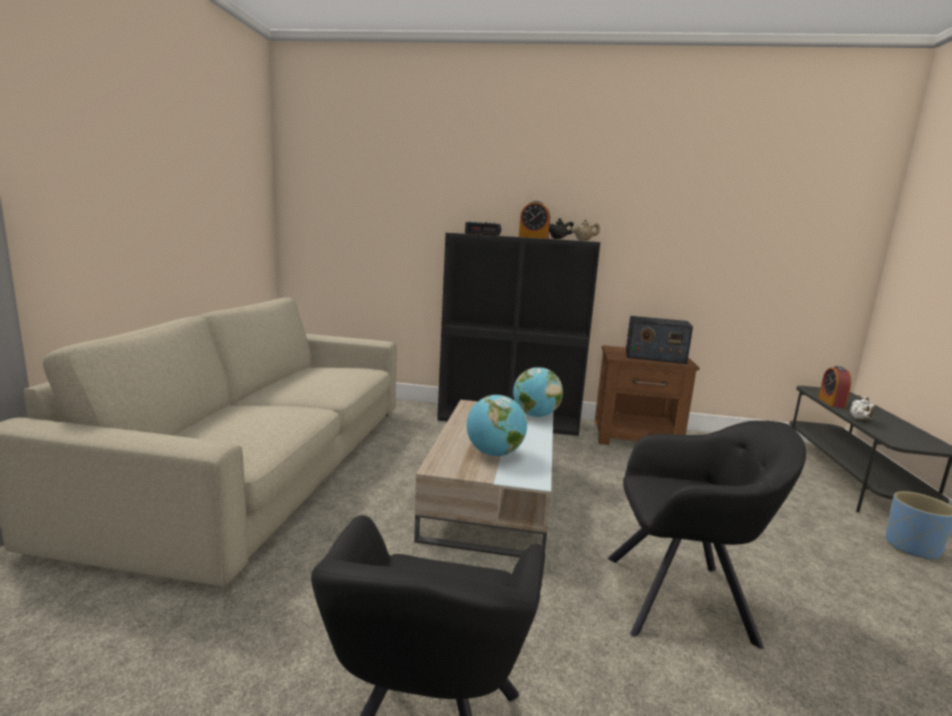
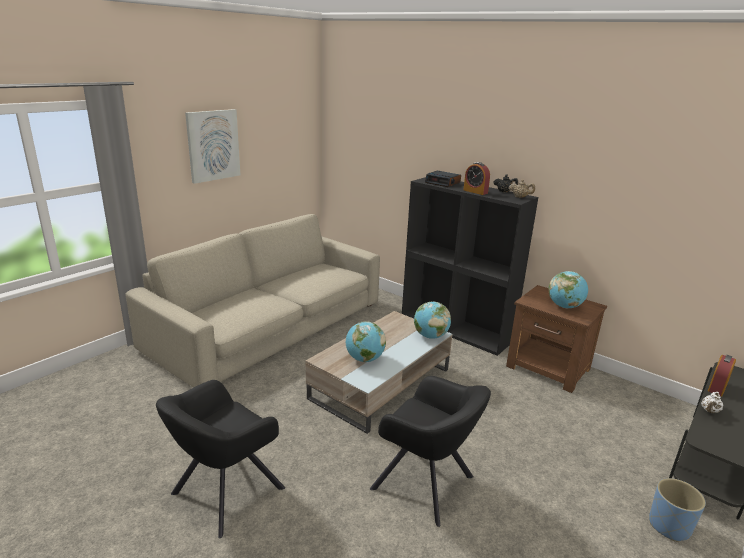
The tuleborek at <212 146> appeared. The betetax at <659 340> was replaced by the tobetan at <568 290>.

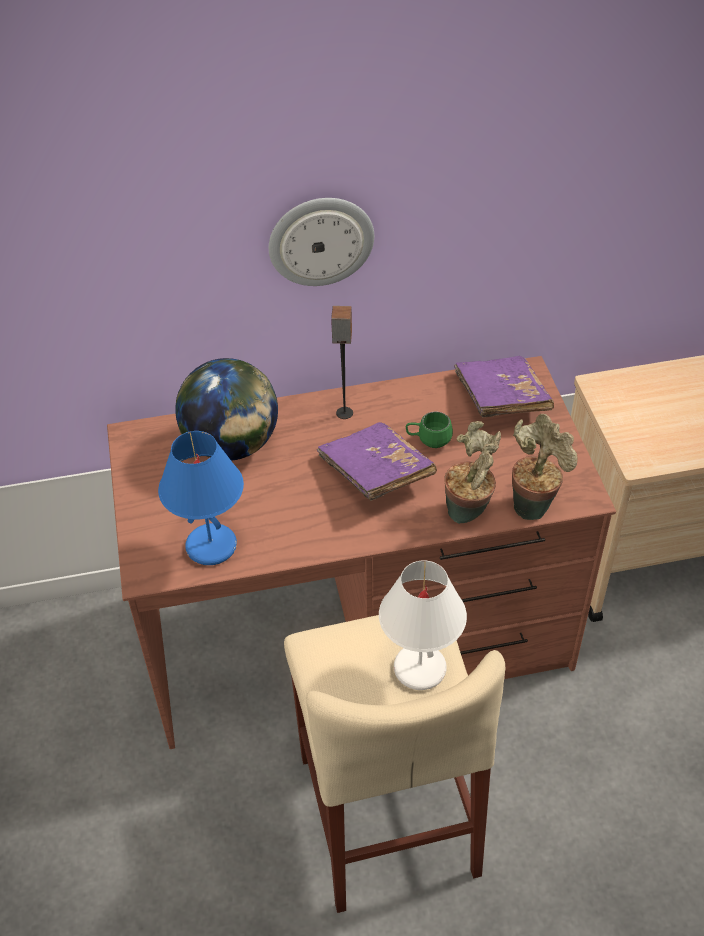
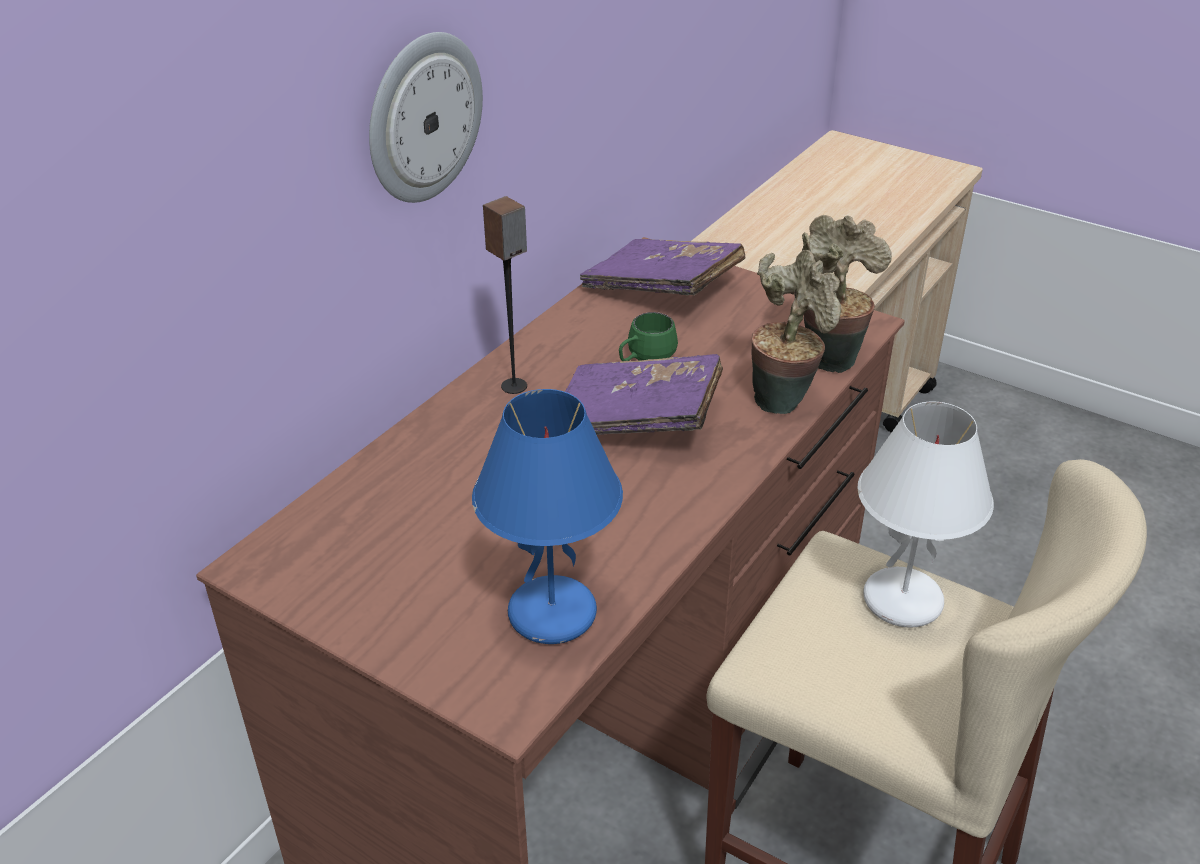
The tobetan at <226 409> disappeared.

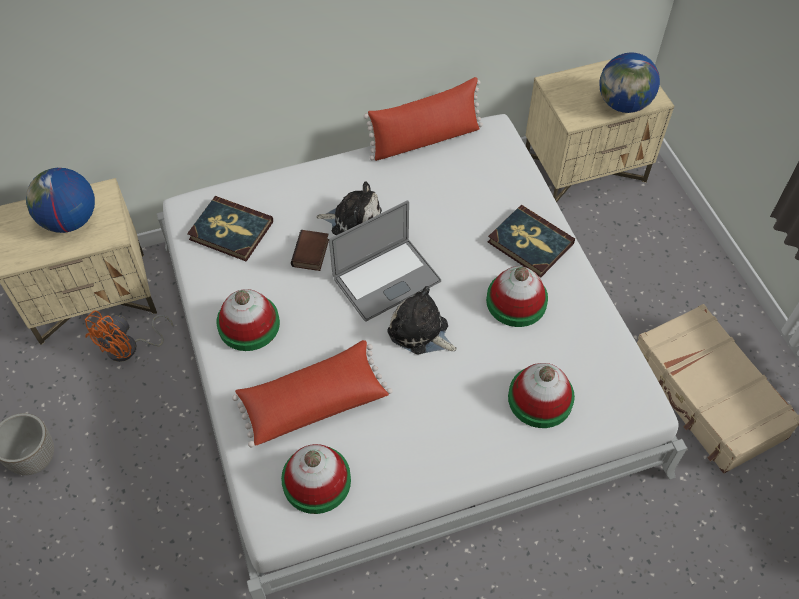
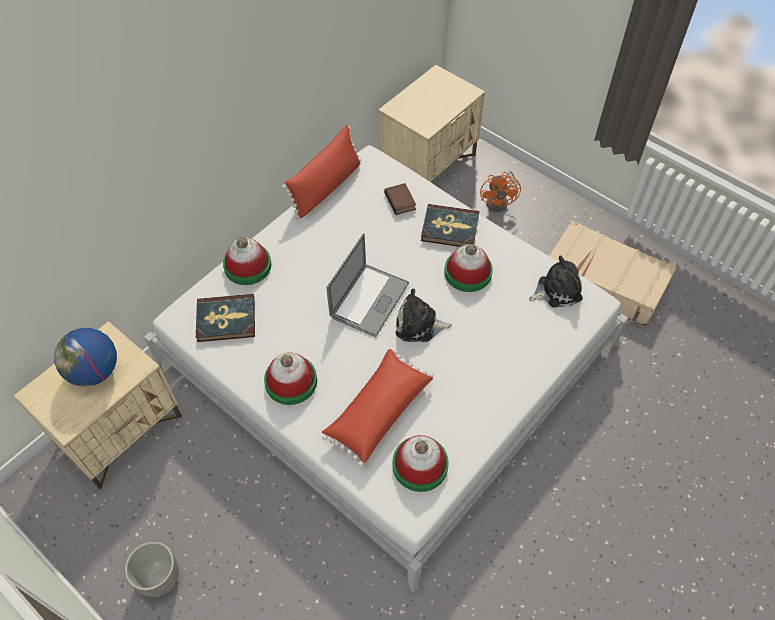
The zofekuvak moved from <541 395> to <247 261>. The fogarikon moved from <310 250> to <400 199>. The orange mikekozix moved from <129 336> to <500 191>. The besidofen moved from <349 208> to <556 281>. The tobetan at <630 82> disappeared.

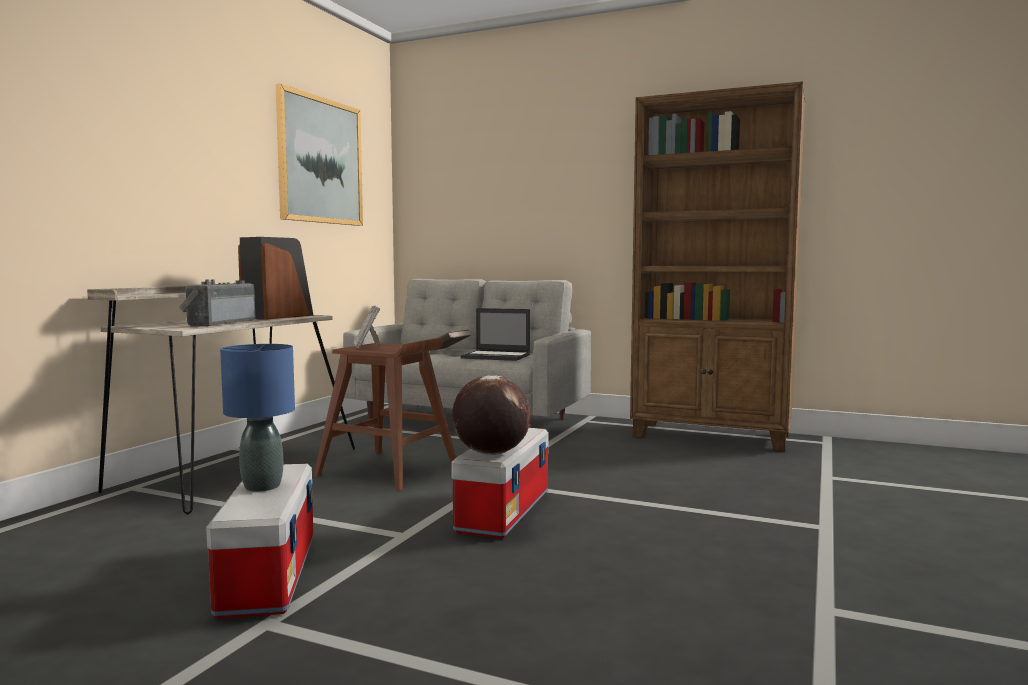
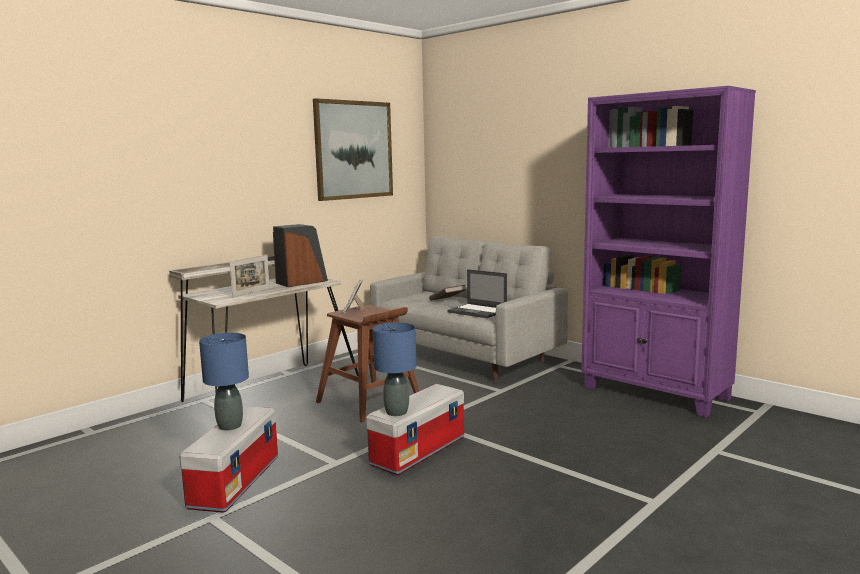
The betetax at <217 302> was replaced by the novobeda at <249 276>. The tobetan at <491 415> was replaced by the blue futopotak at <394 369>. The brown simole at <717 266> became the purple simole at <668 252>.

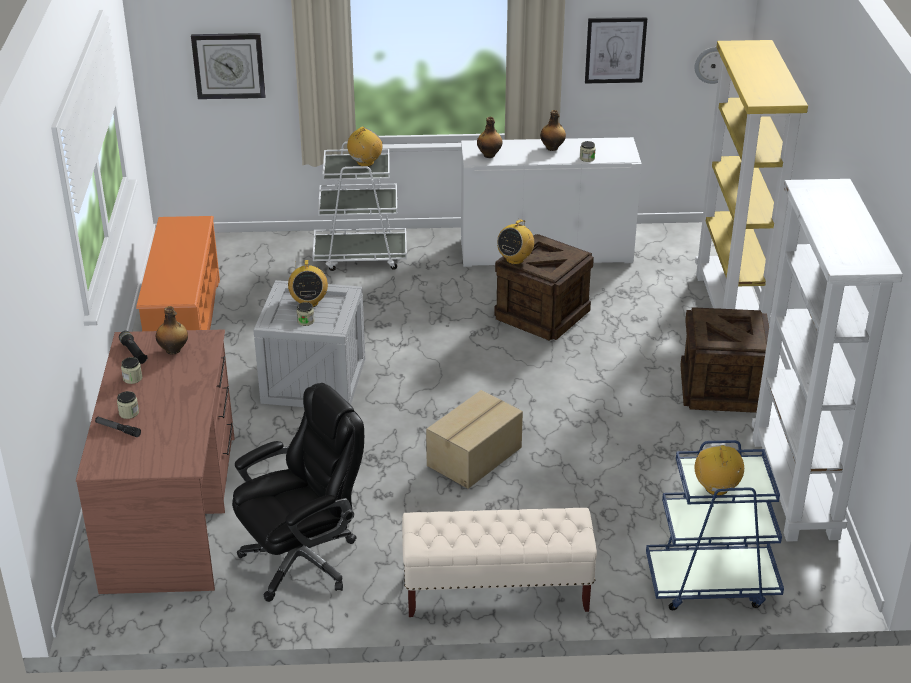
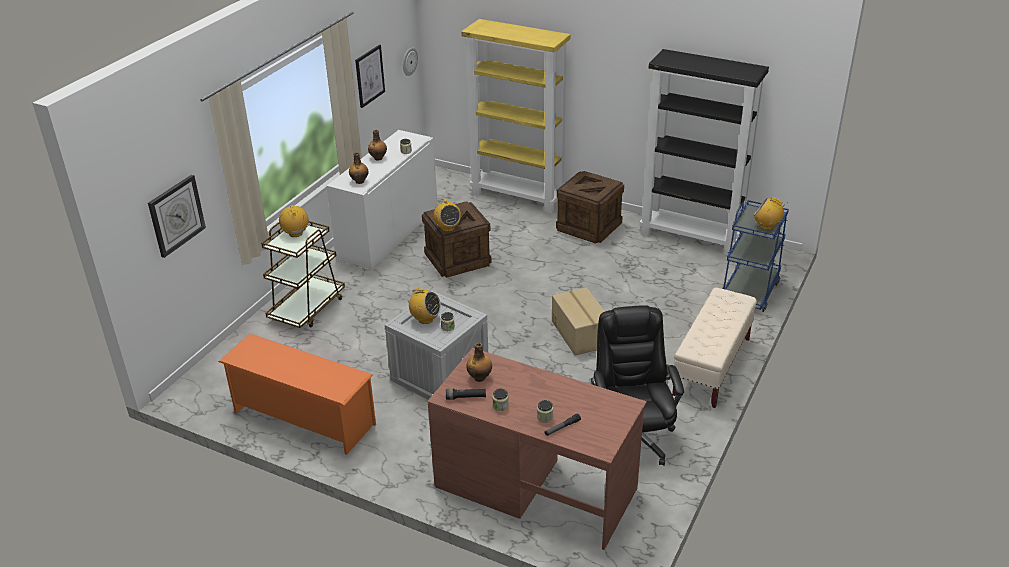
The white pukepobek at <359 206> became the brown pukepobek at <303 274>. The white simole at <827 360> became the black simole at <704 152>.

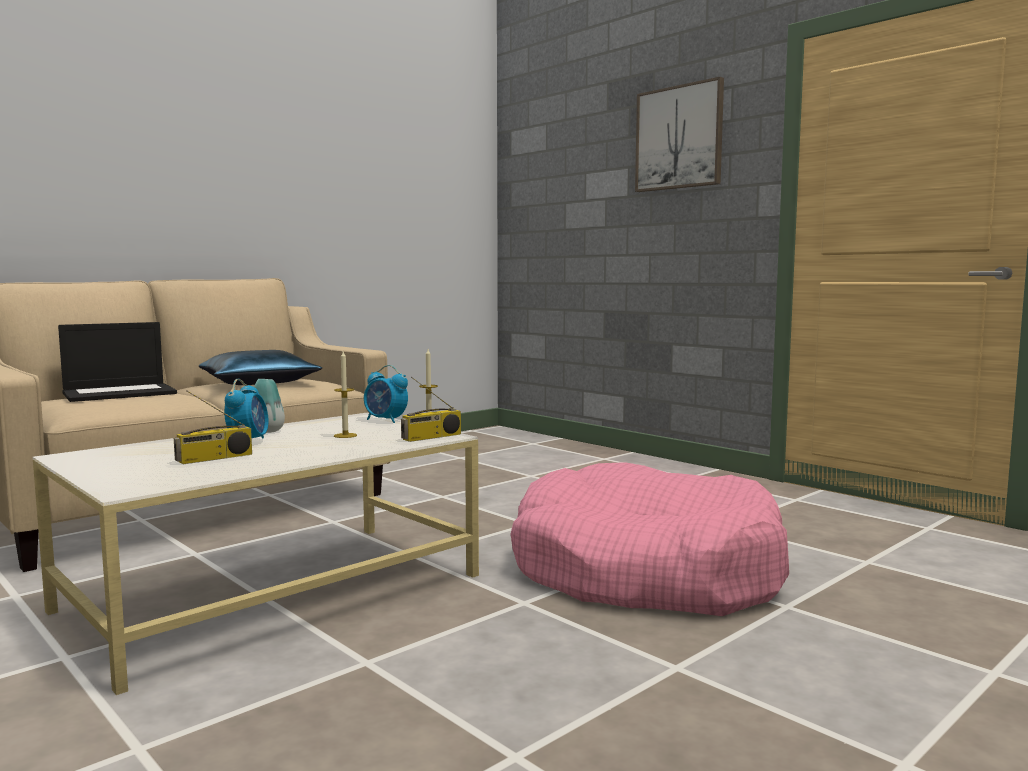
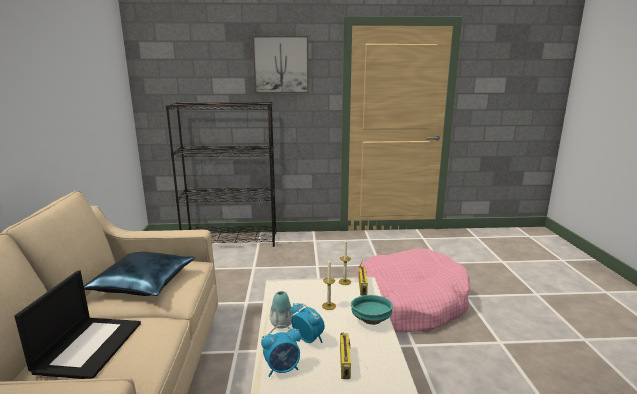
The black simole at <221 174> appeared. The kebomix moved from <386 394> to <281 351>. The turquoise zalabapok at <372 310> appeared.

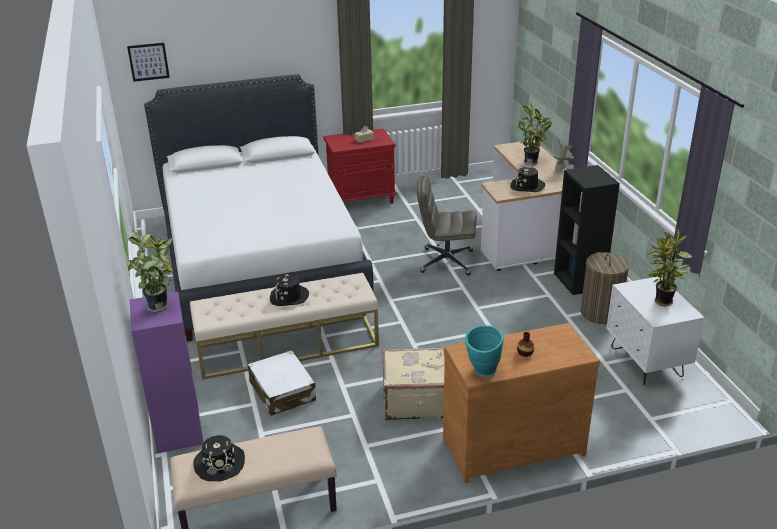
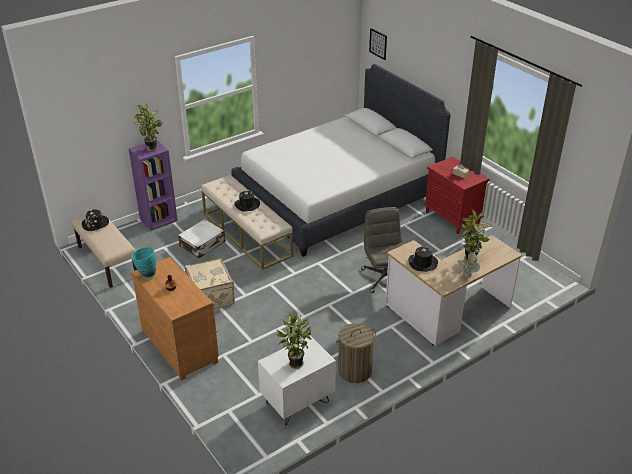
The black simole at <587 230> disappeared.

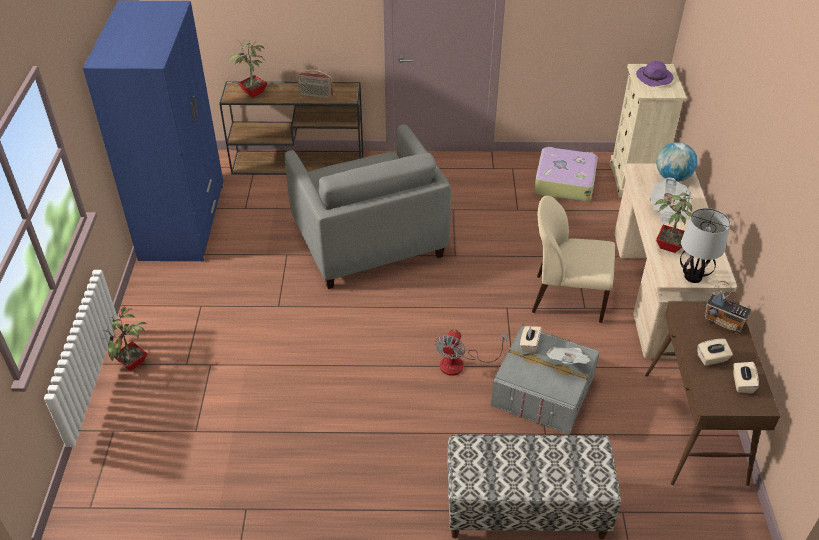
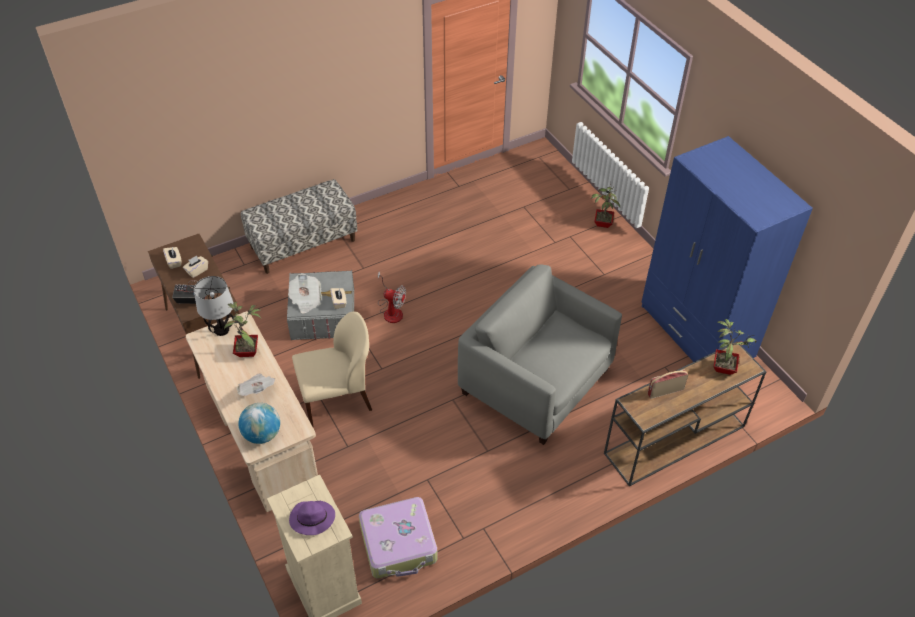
The mikekozix at <471 353> turned 120 degrees clockwise.

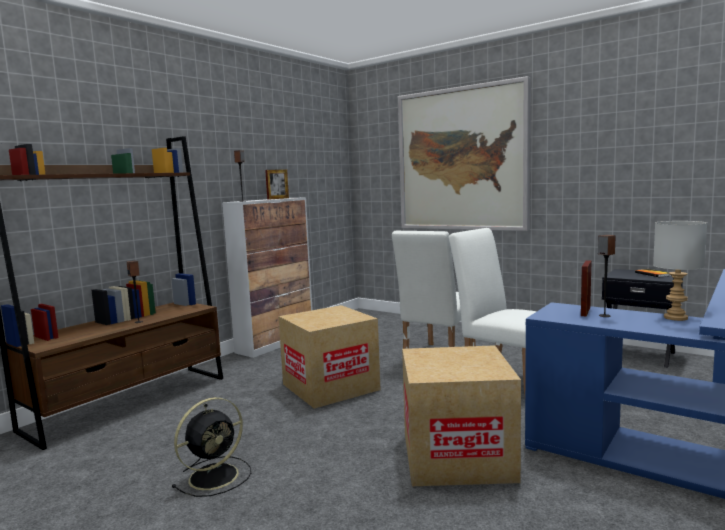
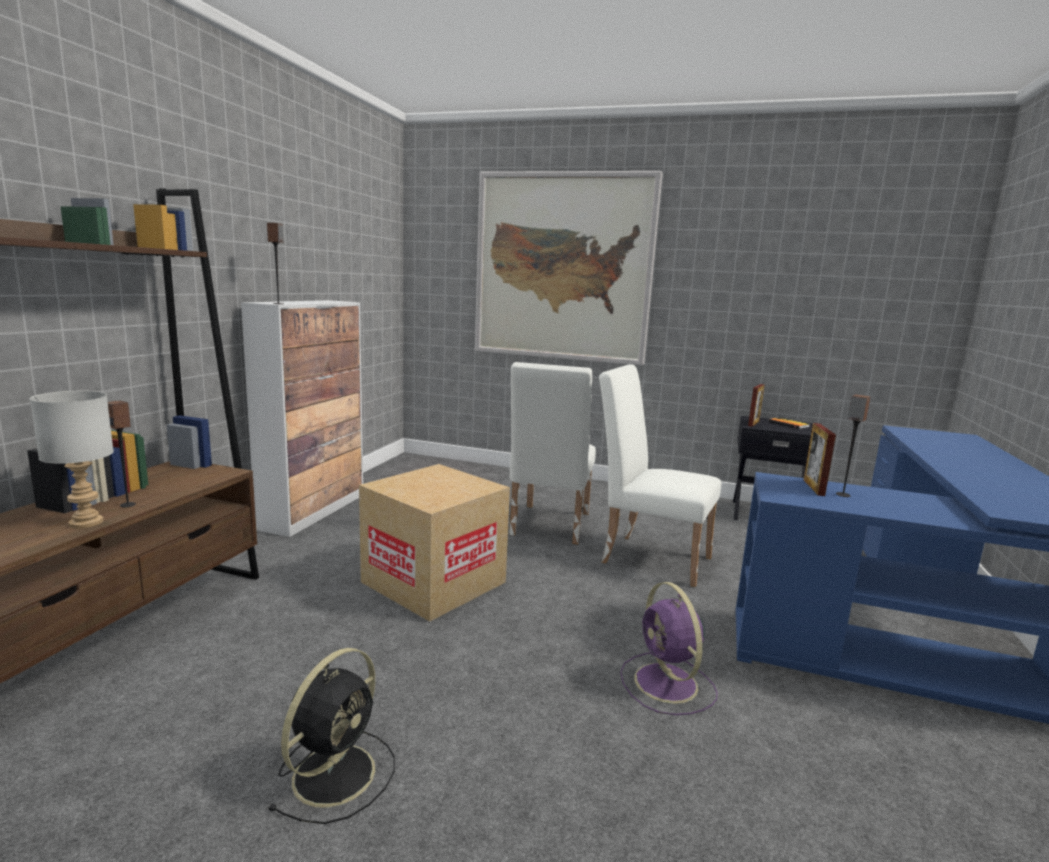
The grey futopotak moved from <680 271> to <72 459>. The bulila at <461 415> was replaced by the purple mikekozix at <668 648>. The novobeda moved from <277 184> to <756 405>.

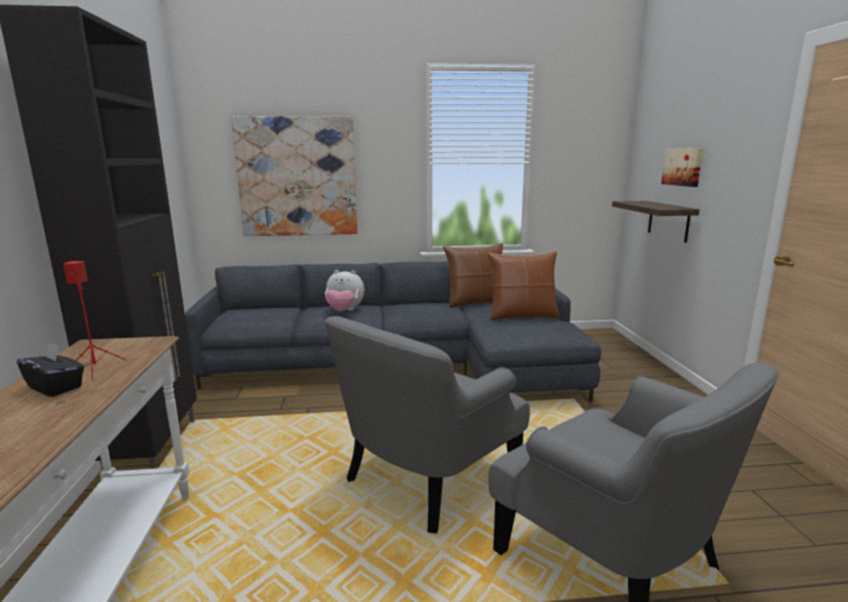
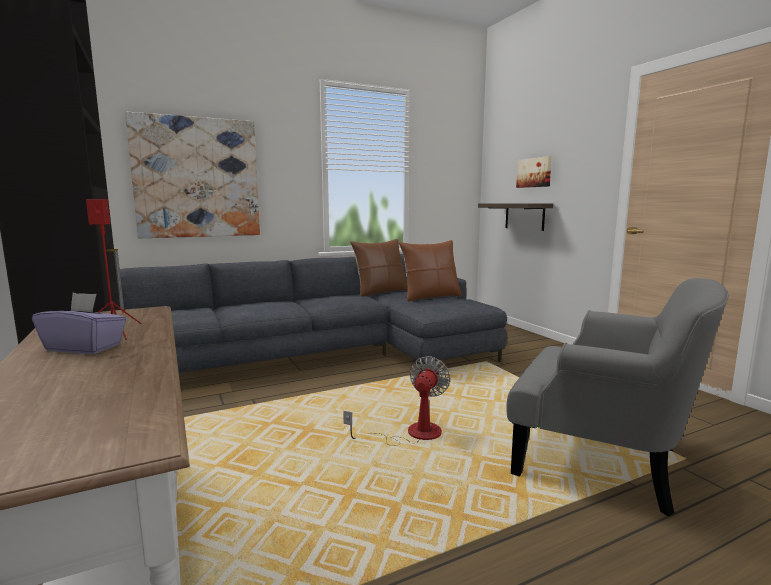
The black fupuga at <50 370> became the purple fupuga at <79 323>. The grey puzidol at <427 425> was replaced by the mikekozix at <396 401>. The besidofen at <344 290> disappeared.

